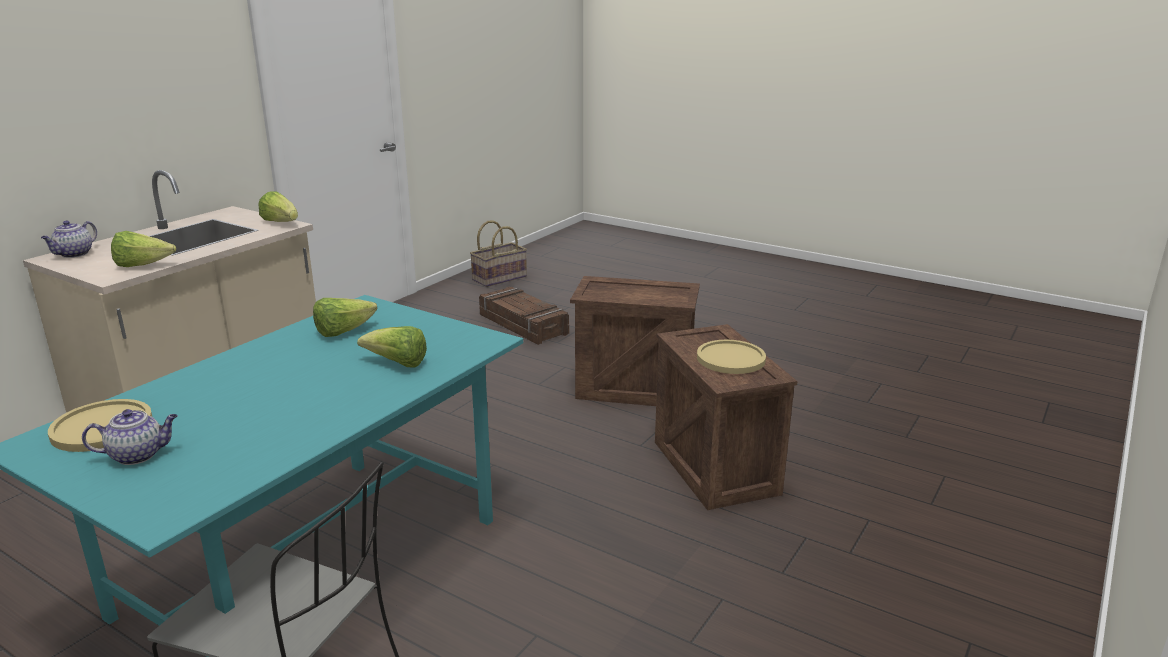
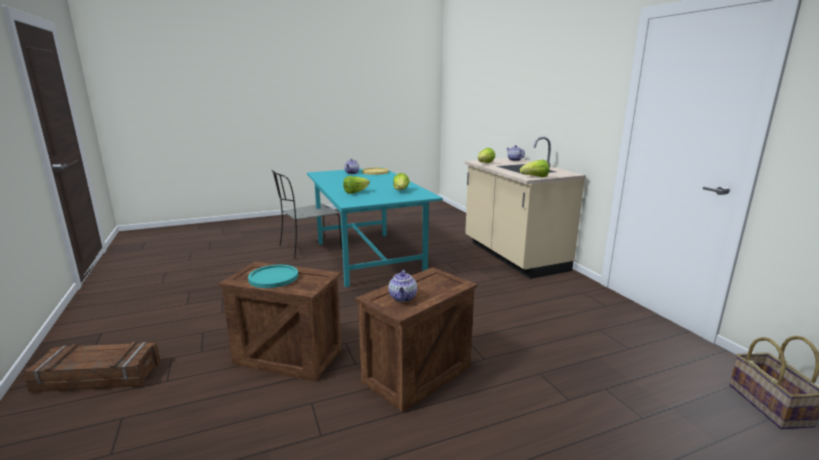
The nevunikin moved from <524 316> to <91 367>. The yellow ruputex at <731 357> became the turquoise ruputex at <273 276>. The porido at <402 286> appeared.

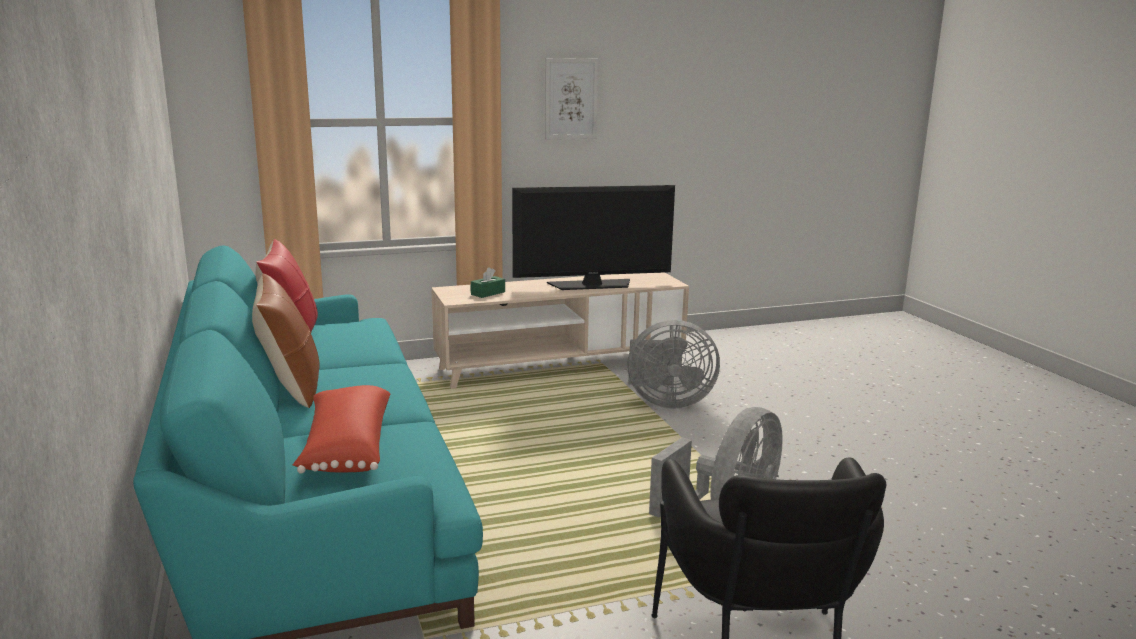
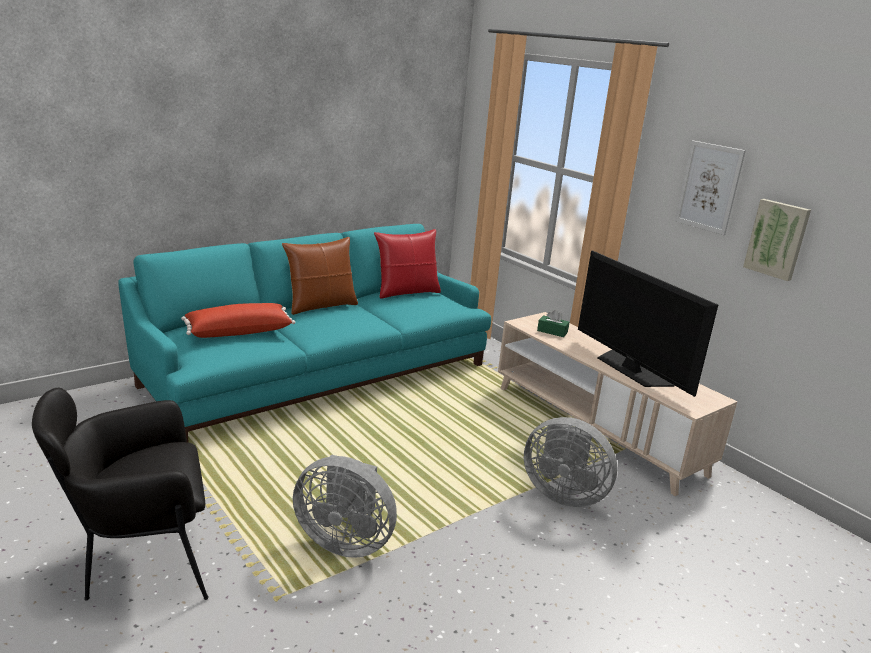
The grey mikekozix at <673 364> turned 45 degrees counterclockwise. The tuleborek at <777 240> appeared.

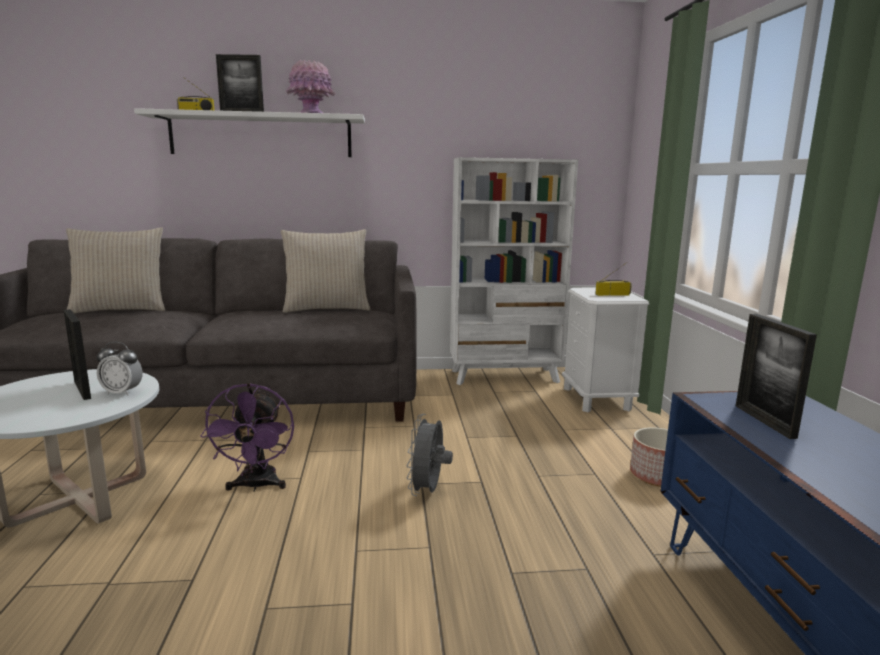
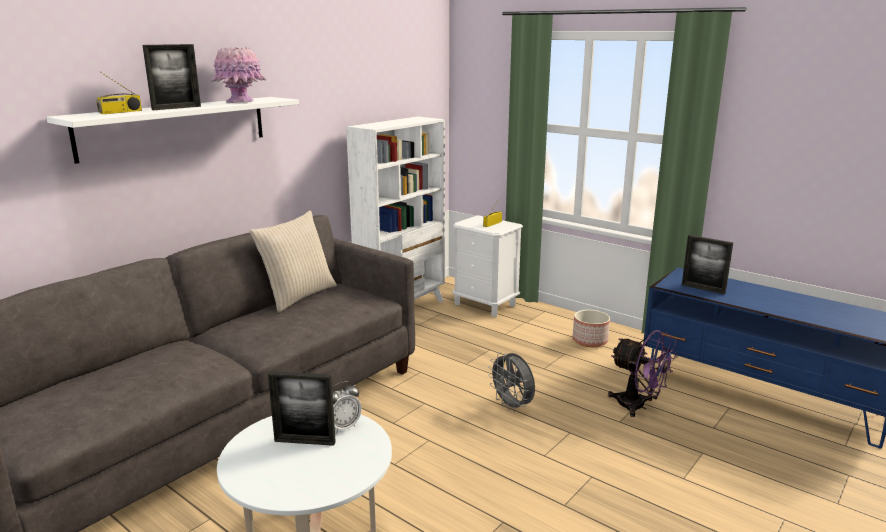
The purple mikekozix moved from <247 437> to <642 373>. The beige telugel at <115 270> disappeared.

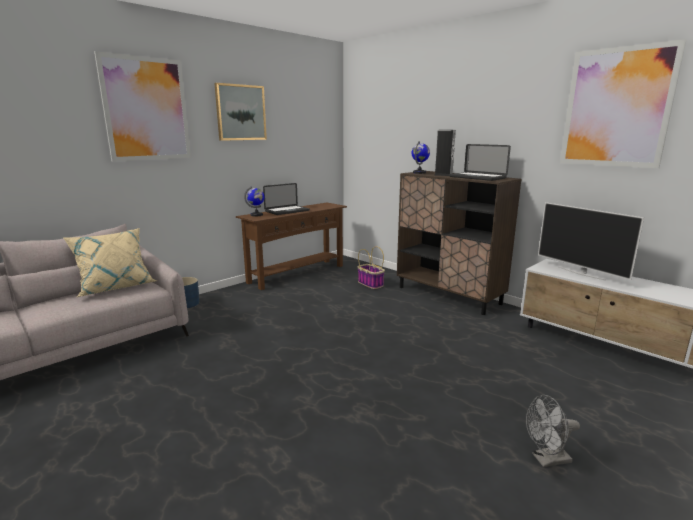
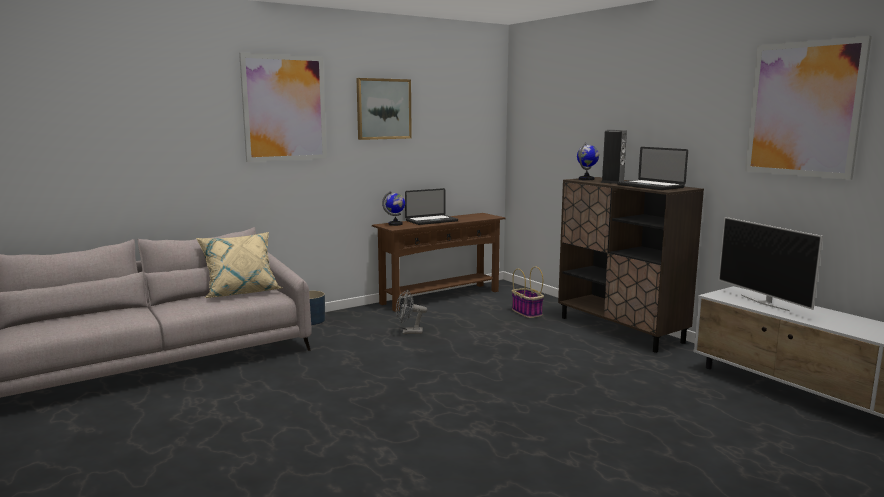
The grey mikekozix moved from <553 431> to <411 311>.

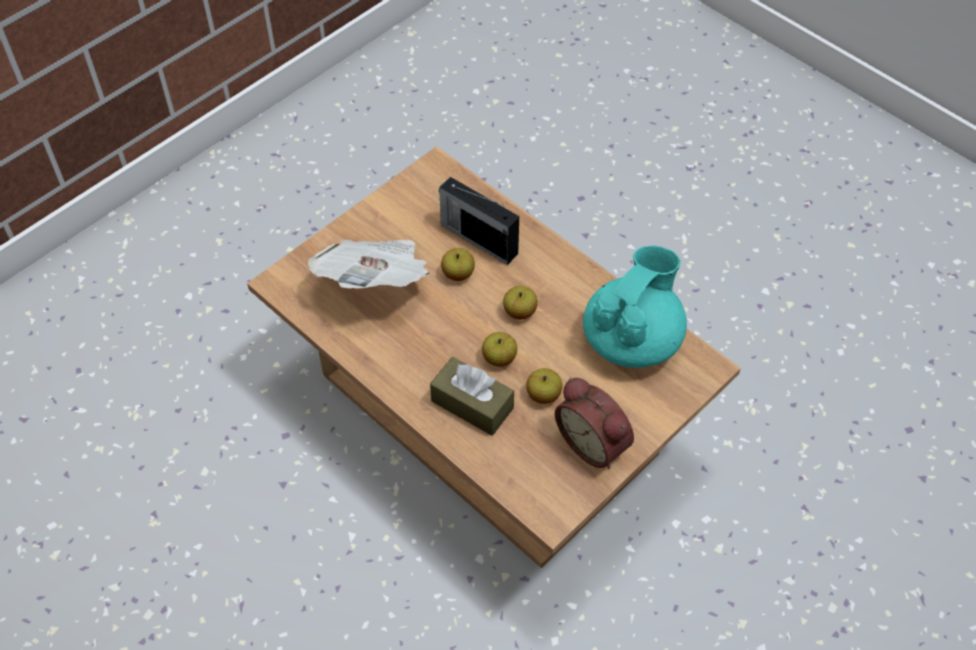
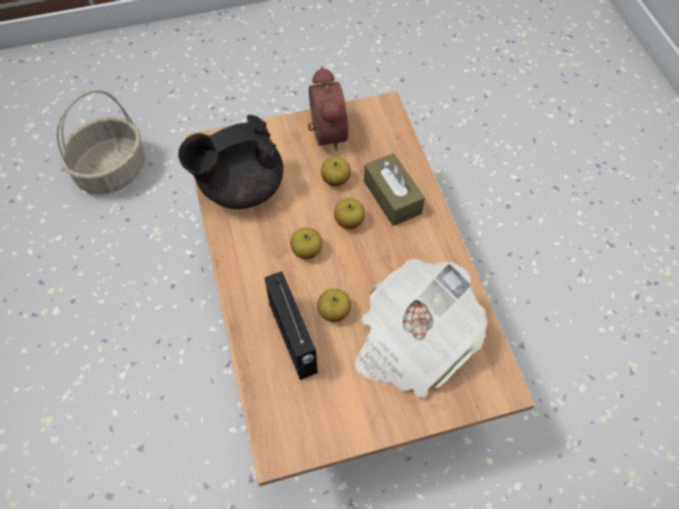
The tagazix at <101 142> appeared. The turquoise porido at <635 307> became the black porido at <230 162>.

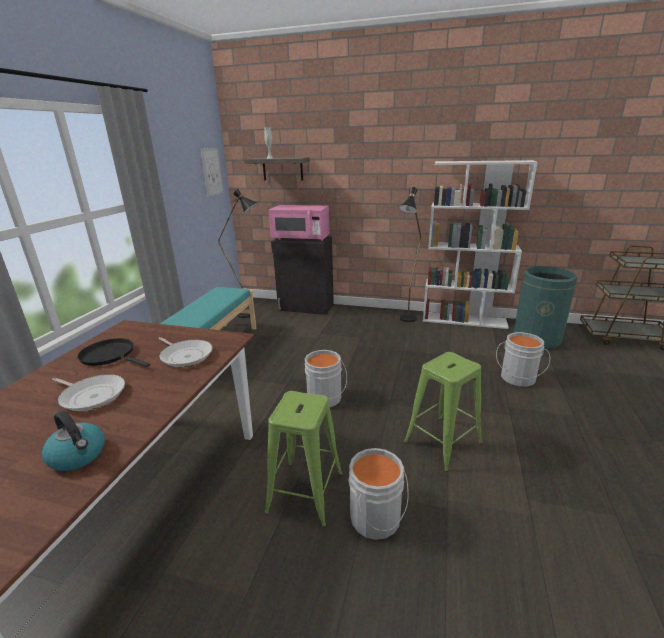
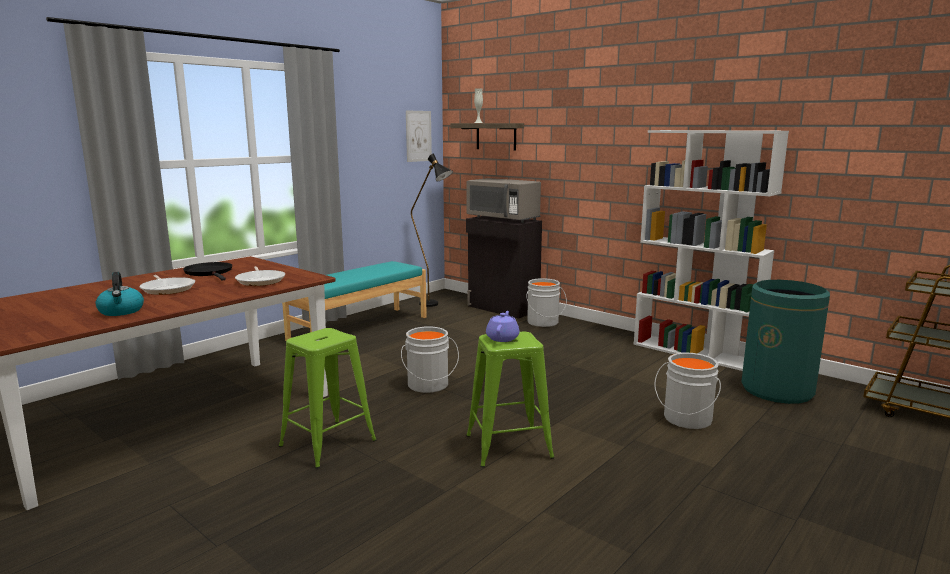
The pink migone at <299 223> became the grey migone at <503 200>. The purple porido at <502 326> appeared. The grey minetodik moved from <378 494> to <546 302>. The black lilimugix at <410 254> disappeared.

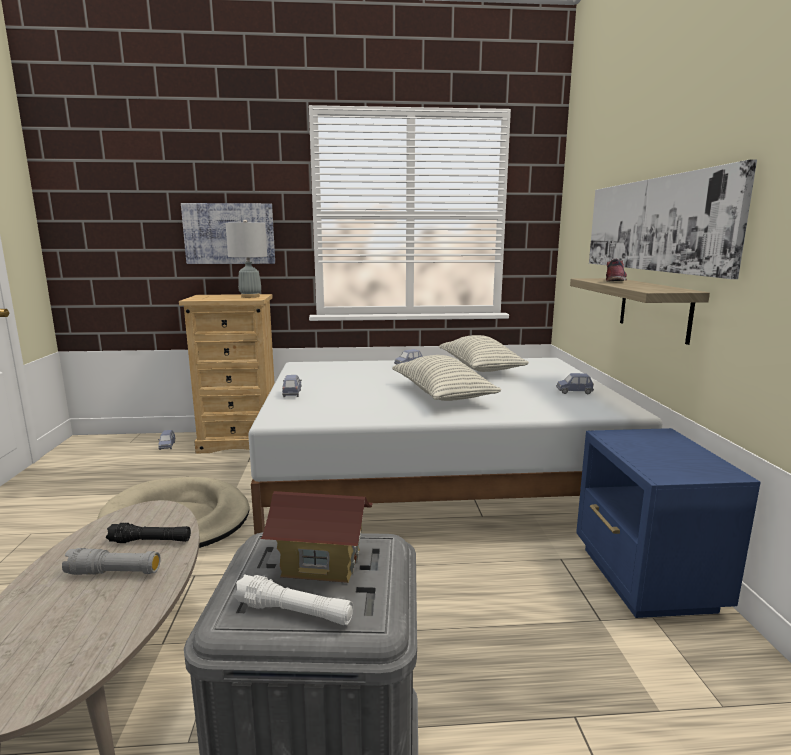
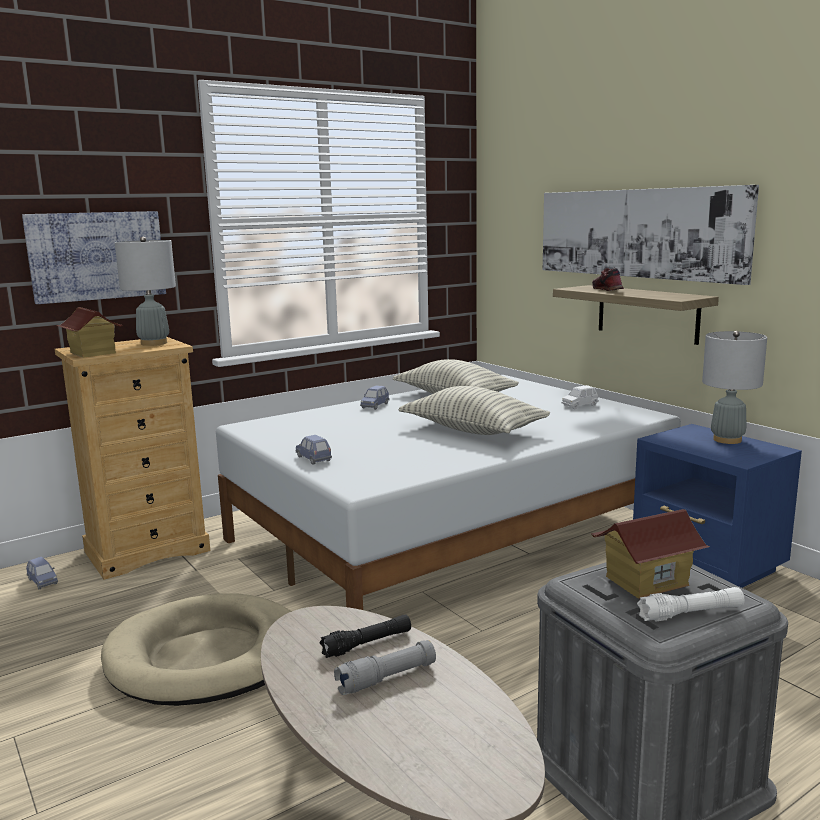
The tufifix at <89 332> appeared. The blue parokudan at <575 383> became the white parokudan at <580 397>. The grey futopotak at <734 387> appeared.

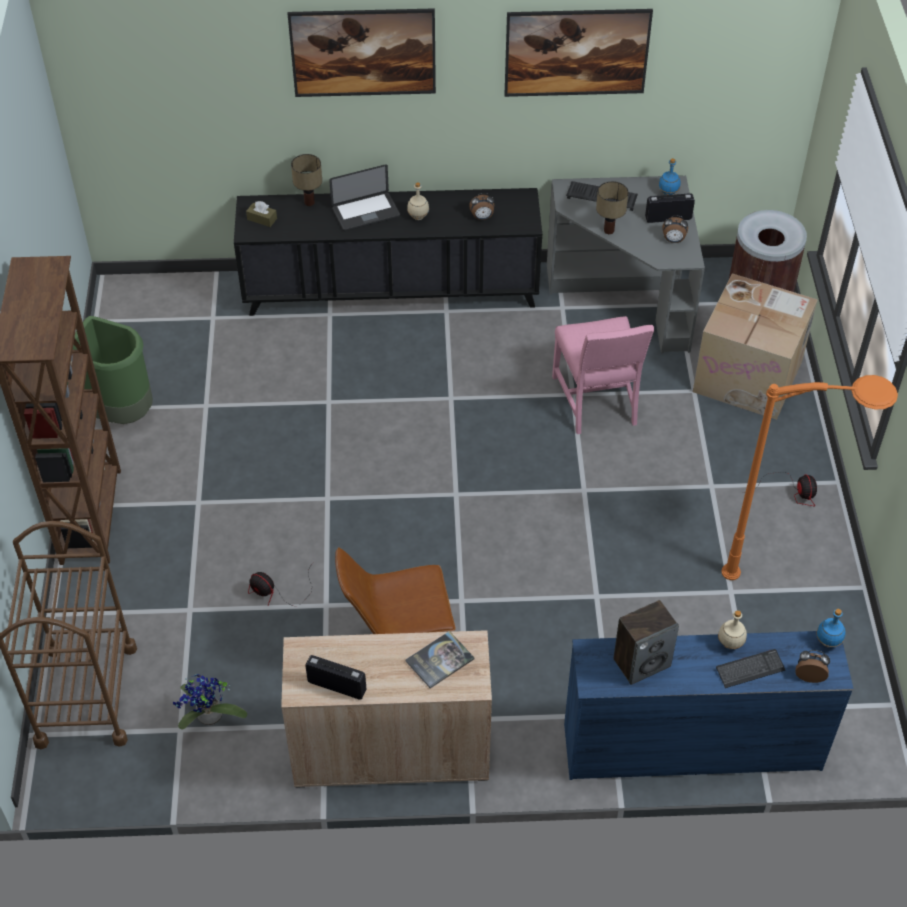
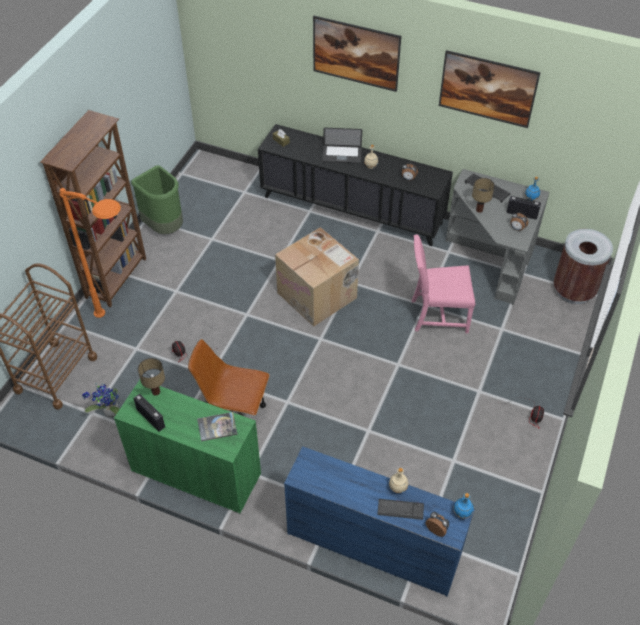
The orange lilimugix moved from <809 477> to <90 253>. The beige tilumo at <386 709> became the green tilumo at <187 446>. The futopotak moved from <306 180> to <151 377>. The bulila moved from <755 346> to <317 277>. The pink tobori at <603 375> turned 75 degrees clockwise. The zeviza at <646 642> disappeared.

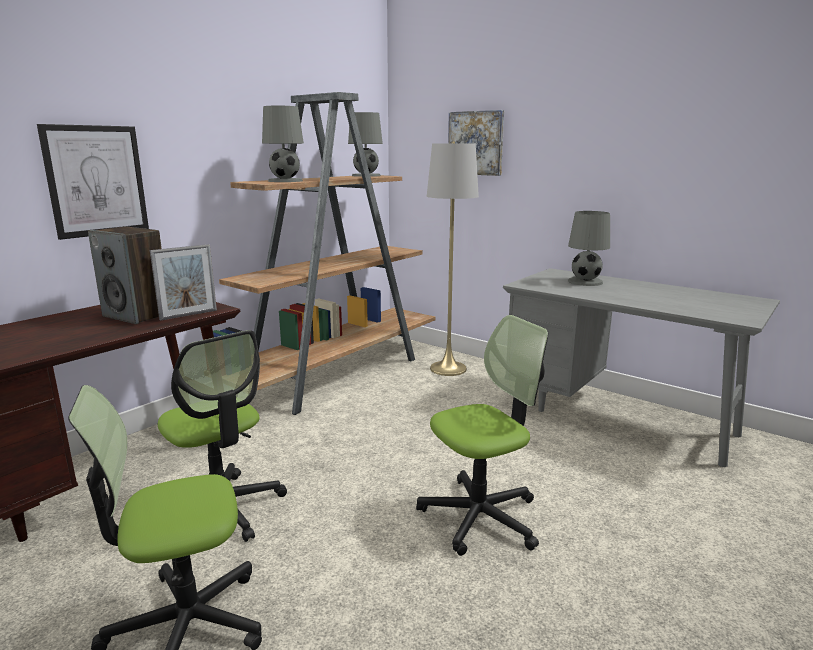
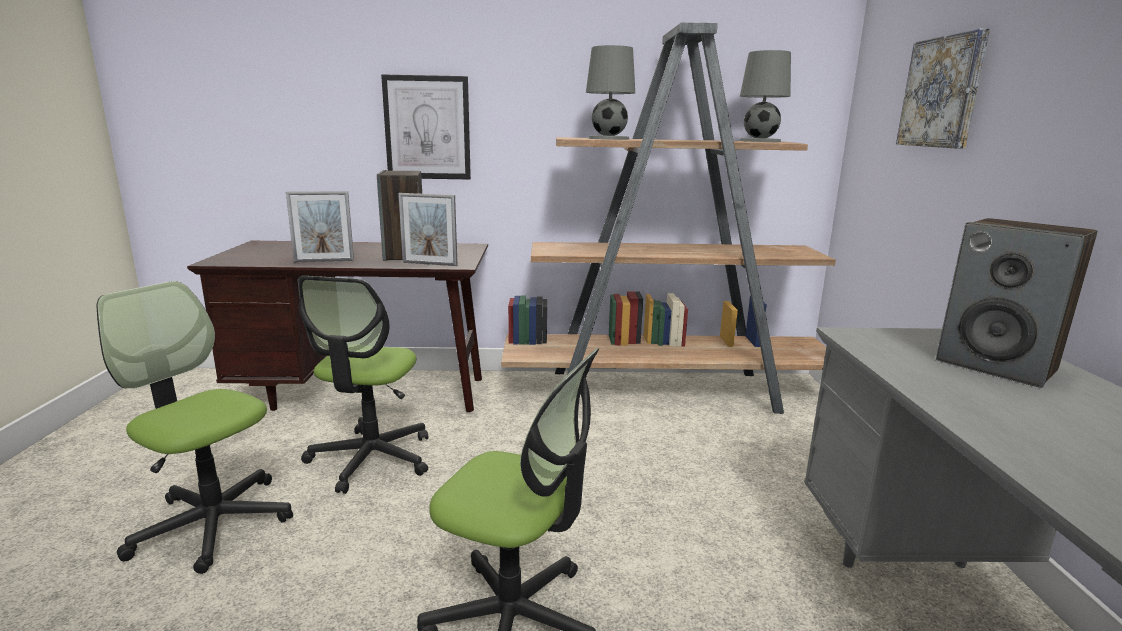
The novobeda at <320 226> appeared. The grey futopotak at <589 248> was replaced by the zeviza at <1016 303>. The grey lilimugix at <453 259> disappeared.

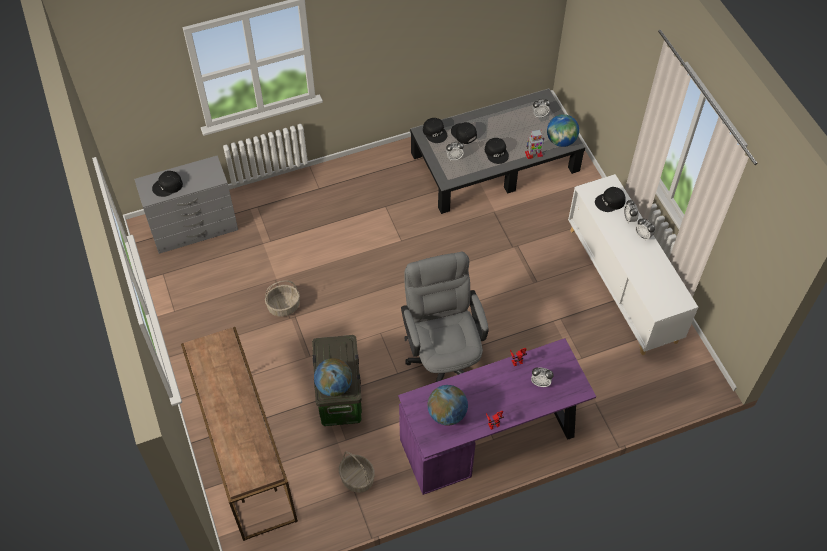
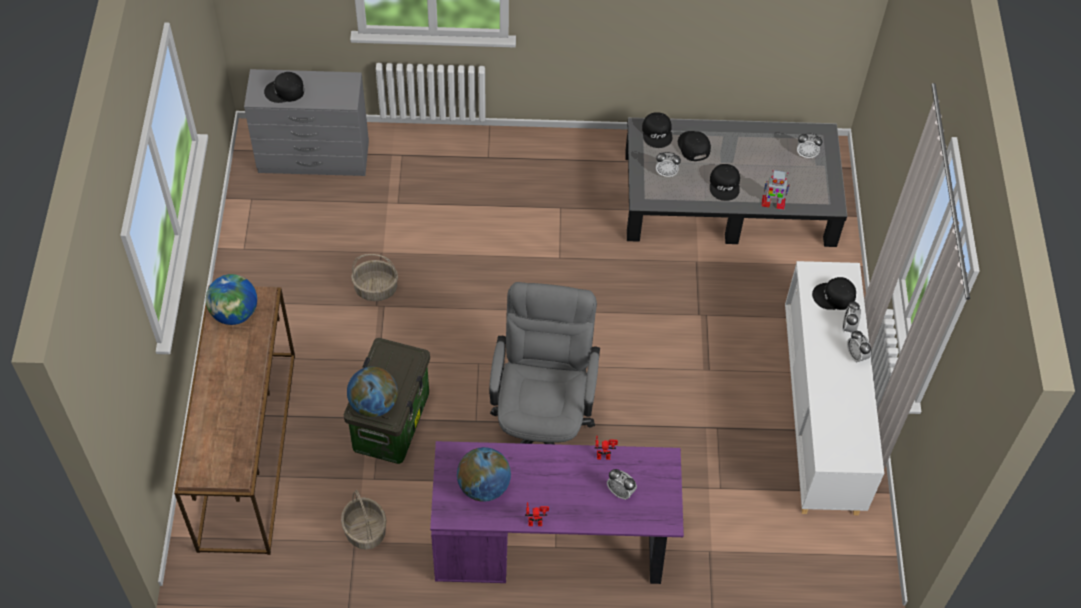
The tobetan moved from <563 130> to <231 299>.

